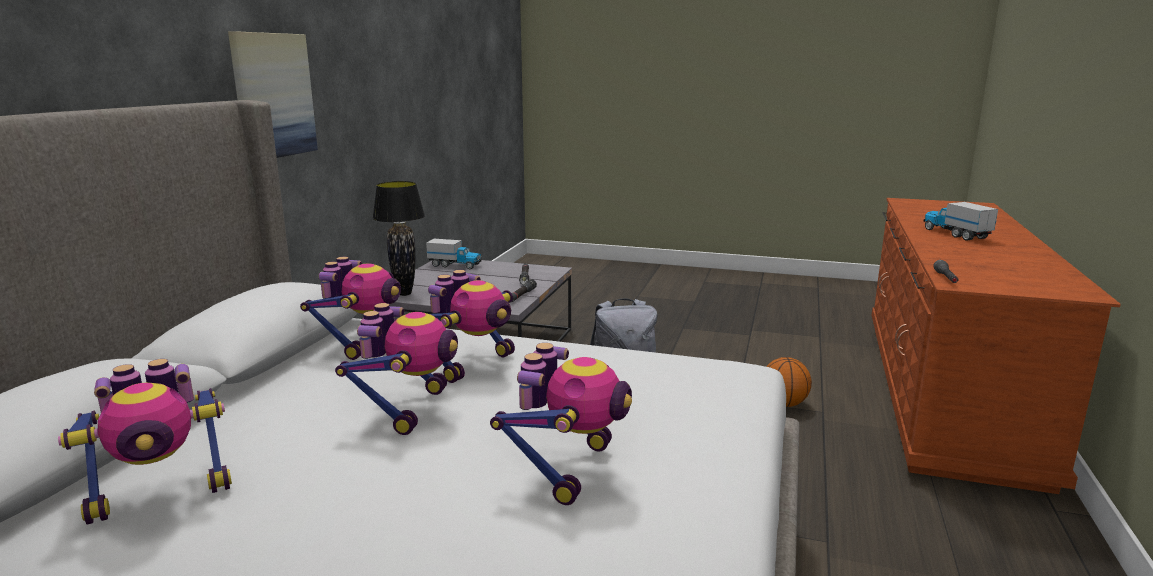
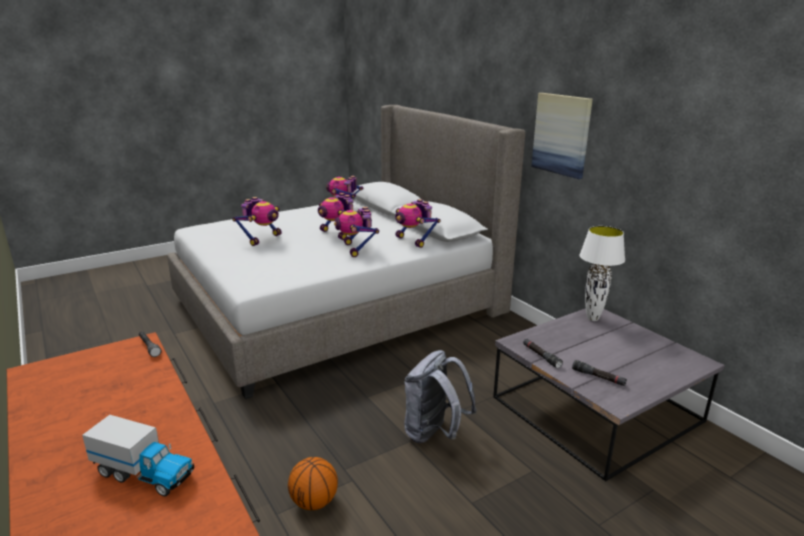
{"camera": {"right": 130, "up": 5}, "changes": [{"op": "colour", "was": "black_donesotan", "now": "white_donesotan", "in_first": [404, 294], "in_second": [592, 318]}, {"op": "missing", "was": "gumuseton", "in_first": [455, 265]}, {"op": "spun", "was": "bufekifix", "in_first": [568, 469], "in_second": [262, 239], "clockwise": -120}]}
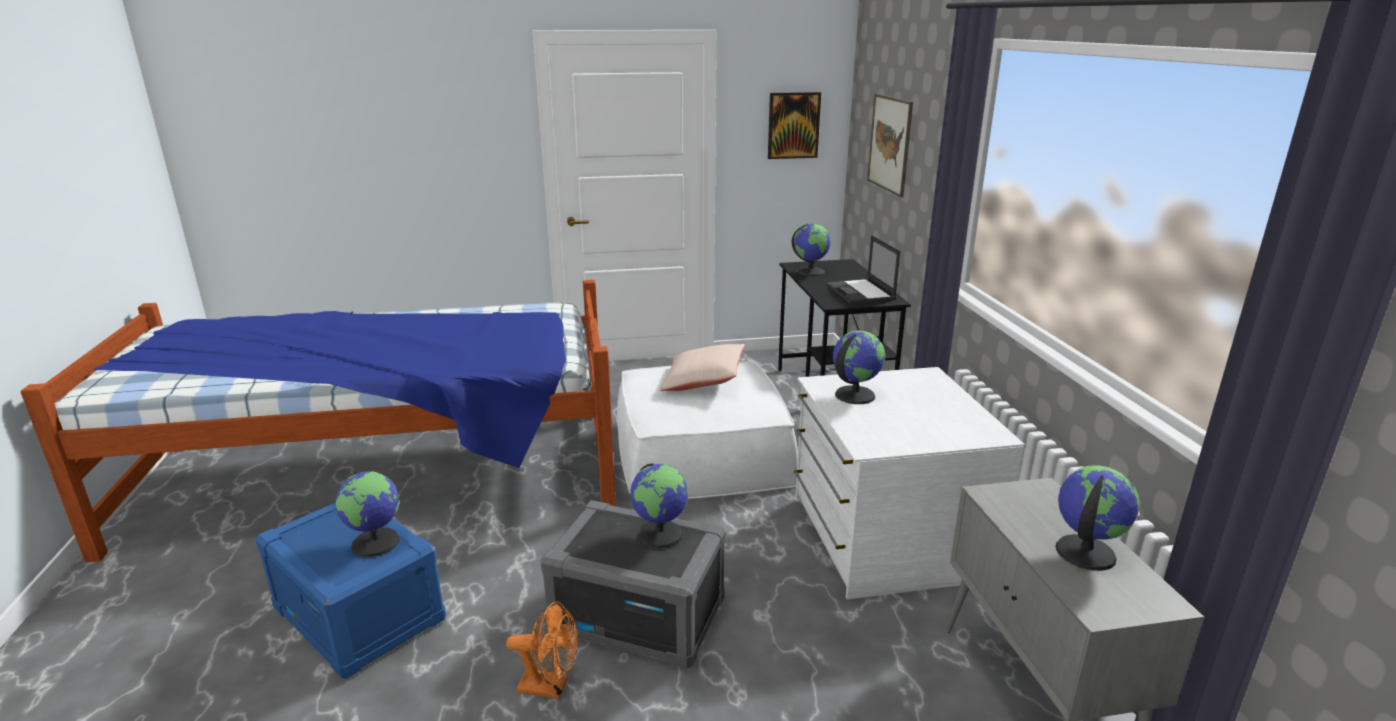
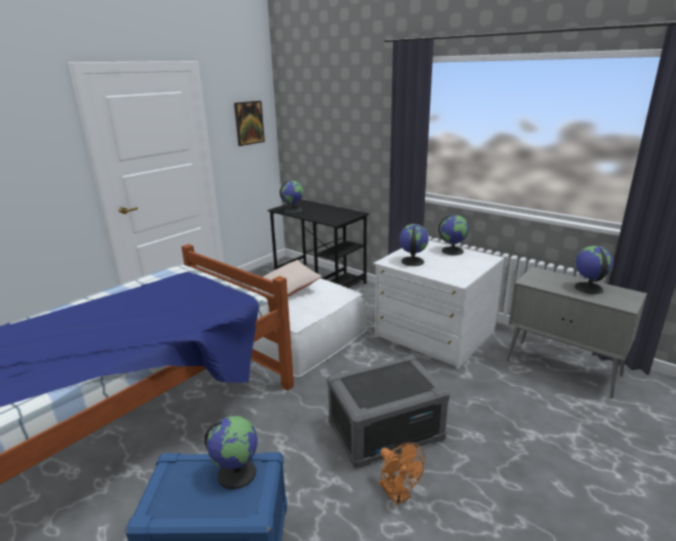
{"camera": {"right": -40, "up": 0}, "changes": [{"op": "spun", "was": "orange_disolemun", "in_first": [550, 687], "in_second": [398, 494], "clockwise": 90}, {"op": "relocated", "was": "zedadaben", "in_first": [660, 534], "in_second": [452, 251]}, {"op": "missing", "was": "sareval", "in_first": [860, 292]}, {"op": "missing", "was": "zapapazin", "in_first": [889, 143]}]}
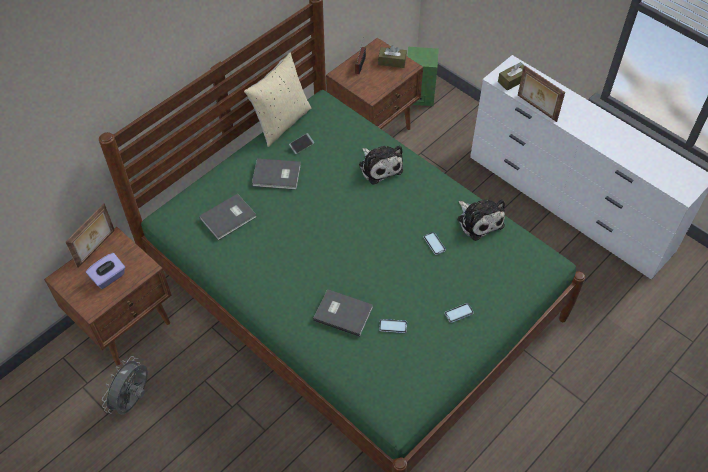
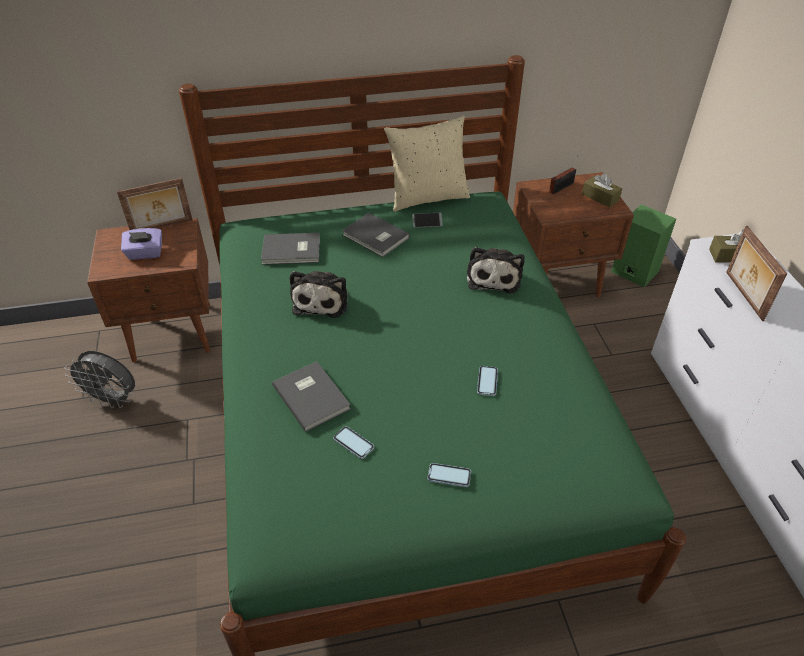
{"camera": {"right": 35, "up": -10}, "changes": [{"op": "spun", "was": "grey_disolemun", "in_first": [133, 400], "in_second": [113, 399], "clockwise": -135}, {"op": "relocated", "was": "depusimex", "in_first": [479, 220], "in_second": [322, 300]}]}
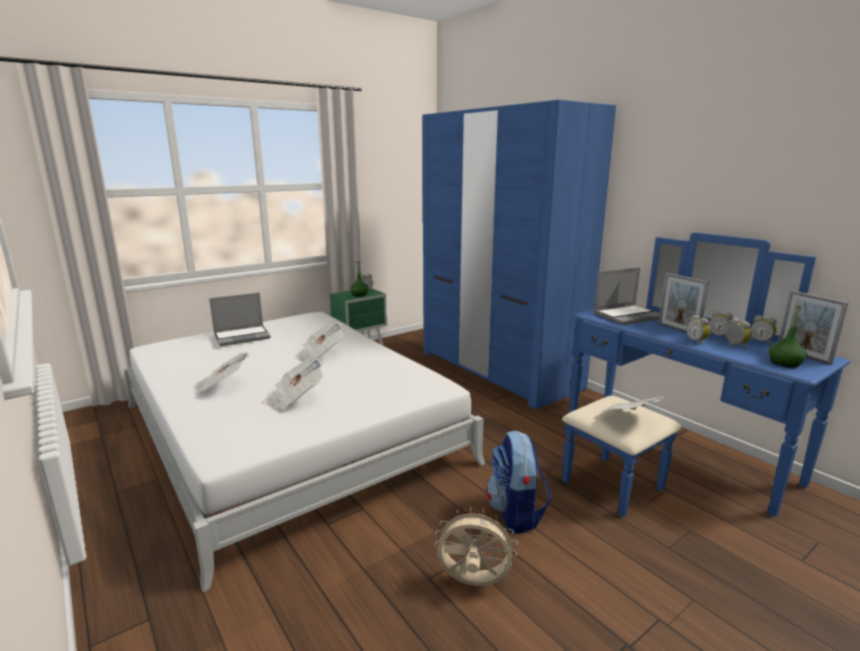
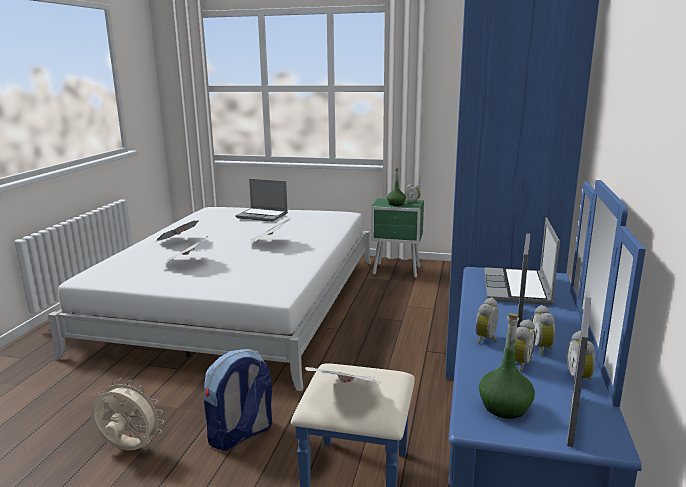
{"camera": {"right": 50, "up": 0}, "changes": [{"op": "spun", "was": "beige_disolemun", "in_first": [473, 583], "in_second": [128, 449], "clockwise": -45}, {"op": "spun", "was": "sareval", "in_first": [628, 316], "in_second": [517, 288], "clockwise": 75}]}
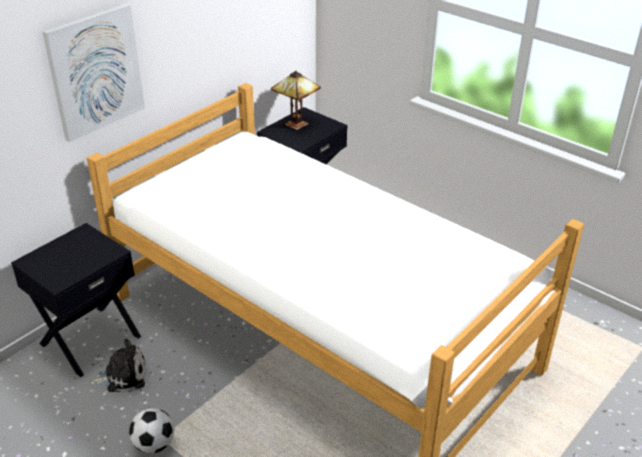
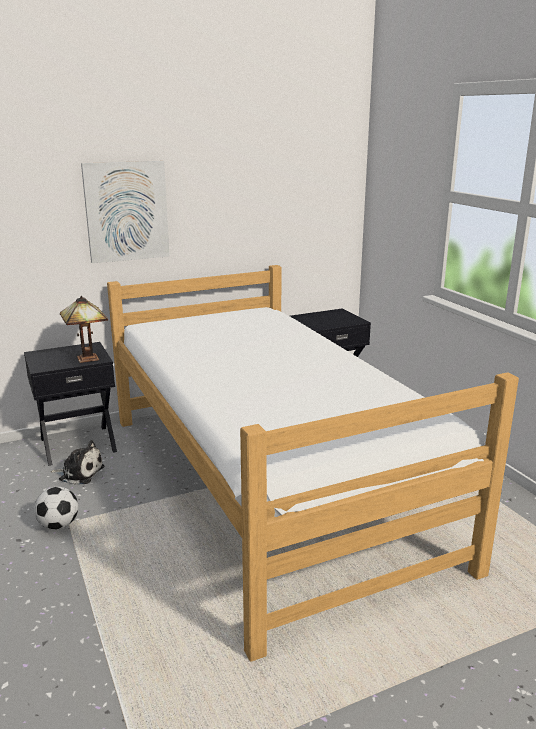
{"camera": {"right": 25, "up": -15}, "changes": [{"op": "relocated", "was": "donesotan", "in_first": [294, 124], "in_second": [86, 358]}]}
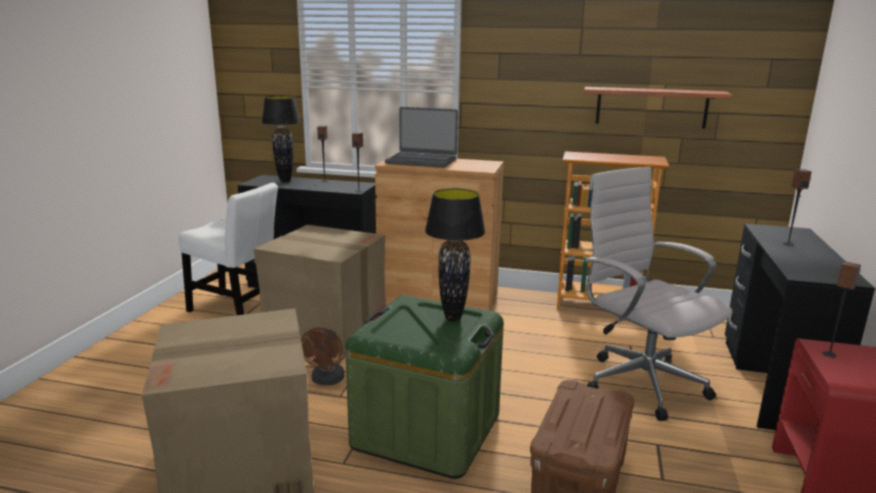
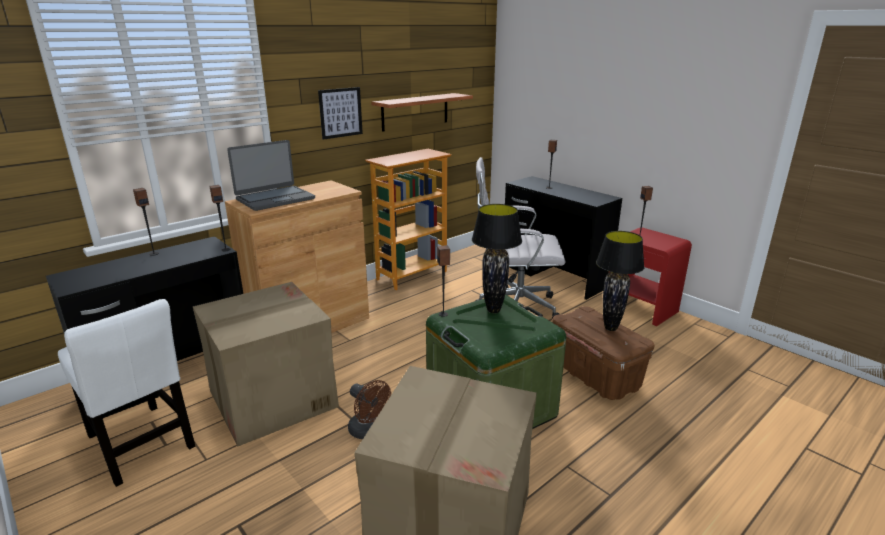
{"camera": {"right": -55, "up": 5}, "changes": [{"op": "spun", "was": "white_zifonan", "in_first": [237, 309], "in_second": [141, 445], "clockwise": 75}, {"op": "relocated", "was": "black_donesotan", "in_first": [285, 181], "in_second": [611, 328]}, {"op": "appeared", "now": "zapapazin", "in_second": [340, 112]}, {"op": "appeared", "now": "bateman", "in_second": [443, 314]}]}
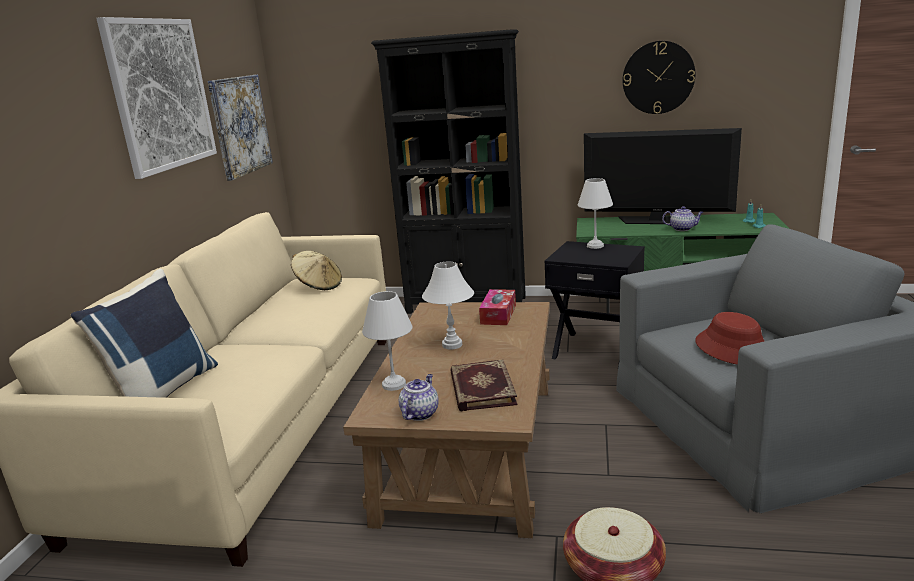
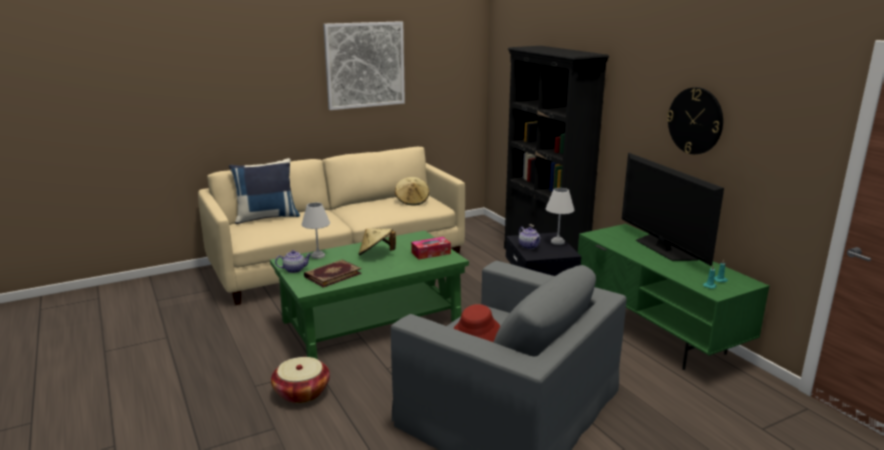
{"camera": {"right": 50, "up": 0}, "changes": [{"op": "missing", "was": "zapapazin", "in_first": [240, 125]}, {"op": "colour", "was": "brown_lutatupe", "now": "green_lutatupe", "in_first": [470, 448], "in_second": [372, 321]}, {"op": "exchanged", "was": "white_donesotan", "now": "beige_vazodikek", "in_first": [451, 345], "in_second": [376, 254]}, {"op": "relocated", "was": "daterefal", "in_first": [682, 229], "in_second": [529, 246]}]}
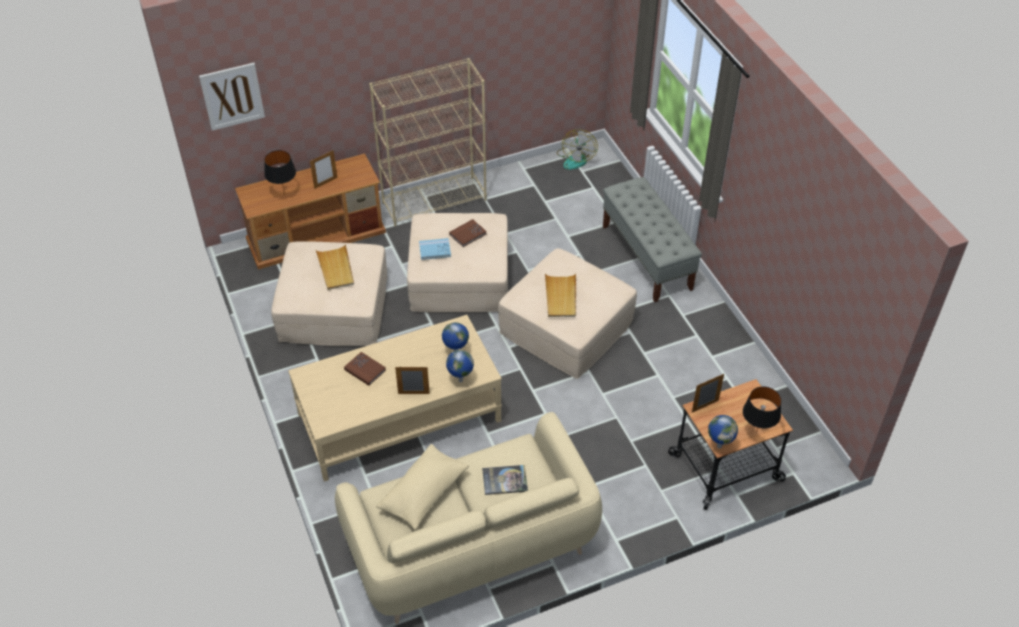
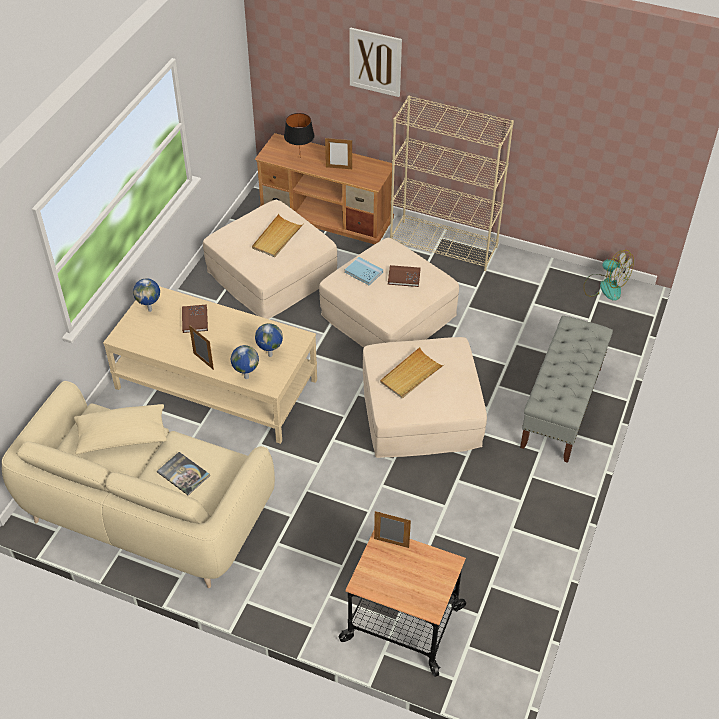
{"camera": {"right": 45, "up": 0}, "changes": [{"op": "relocated", "was": "zapapazin", "in_first": [232, 96], "in_second": [375, 62]}, {"op": "spun", "was": "disolemun", "in_first": [576, 158], "in_second": [605, 286], "clockwise": -105}, {"op": "relocated", "was": "zedadaben", "in_first": [719, 445], "in_second": [150, 309]}, {"op": "missing", "was": "black_donesotan", "in_first": [756, 433]}]}
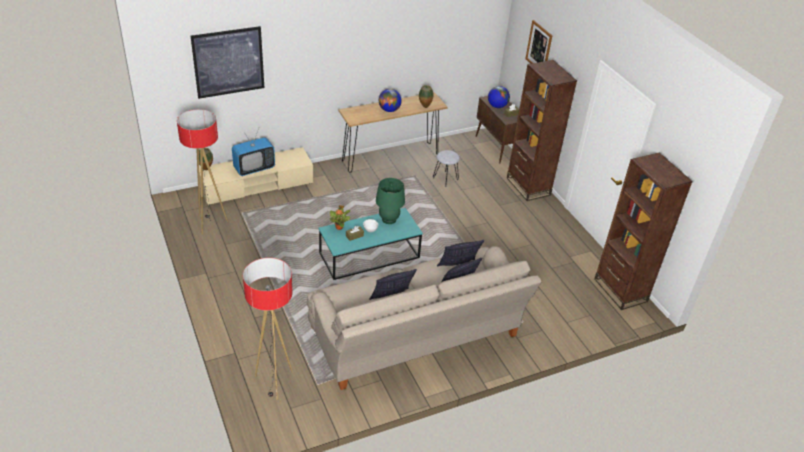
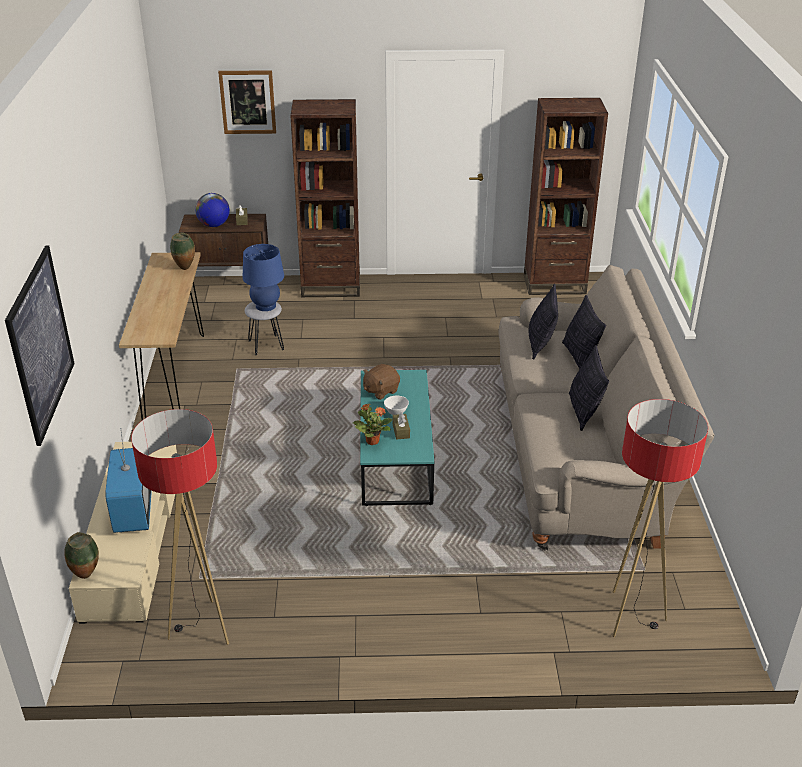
{"camera": {"right": -65, "up": -5}, "changes": [{"op": "exchanged", "was": "green_donesotan", "now": "brown_depusimex", "in_first": [389, 219], "in_second": [380, 391]}, {"op": "missing", "was": "zedadaben", "in_first": [389, 110]}, {"op": "appeared", "now": "blue_donesotan", "in_second": [265, 306]}]}
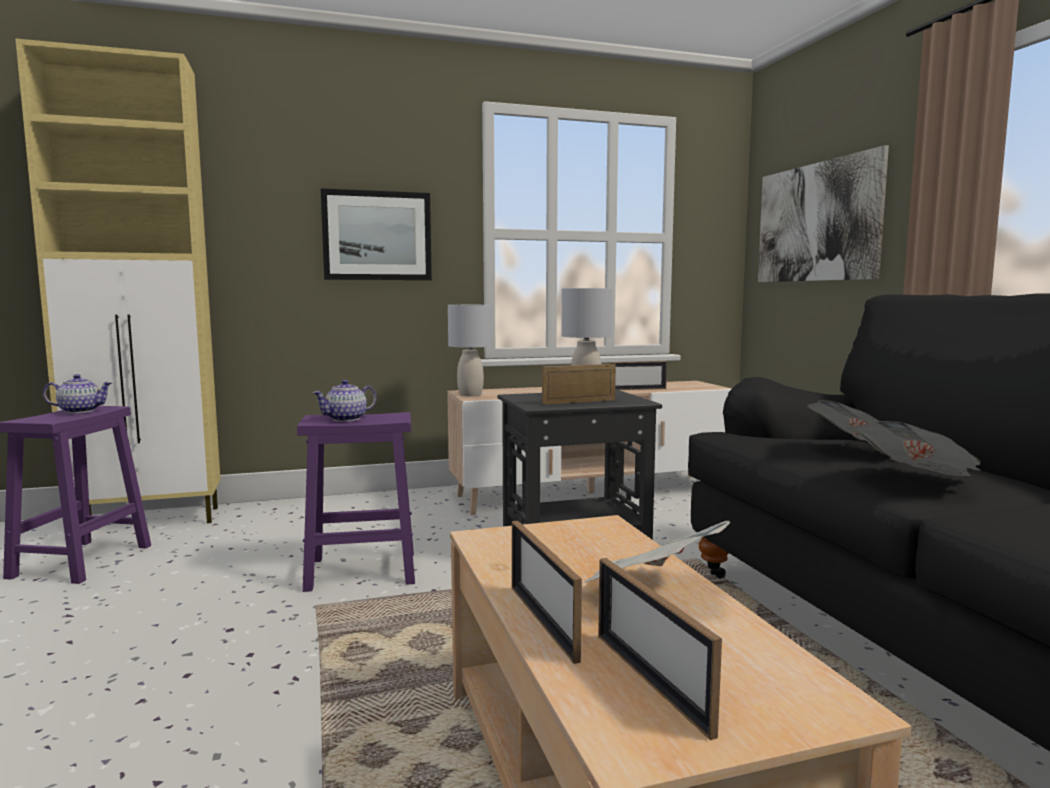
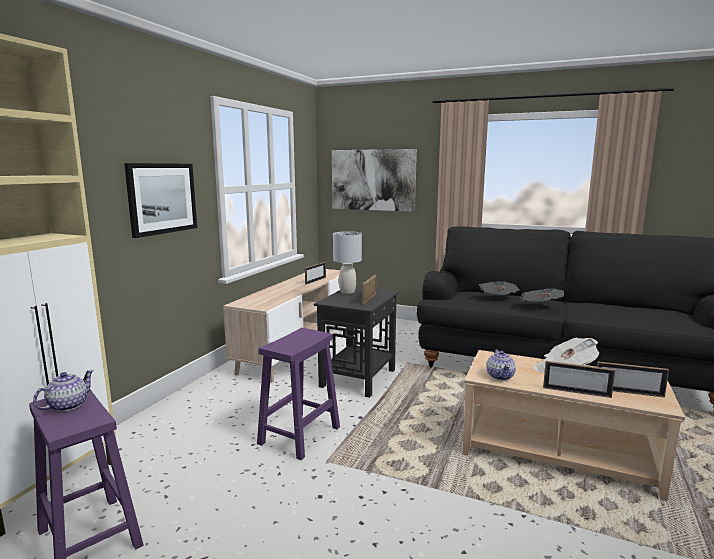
{"camera": {"right": -50, "up": 5}, "changes": [{"op": "relocated", "was": "daterefal", "in_first": [347, 419], "in_second": [500, 376]}, {"op": "missing", "was": "grey_donesotan", "in_first": [470, 395]}]}
